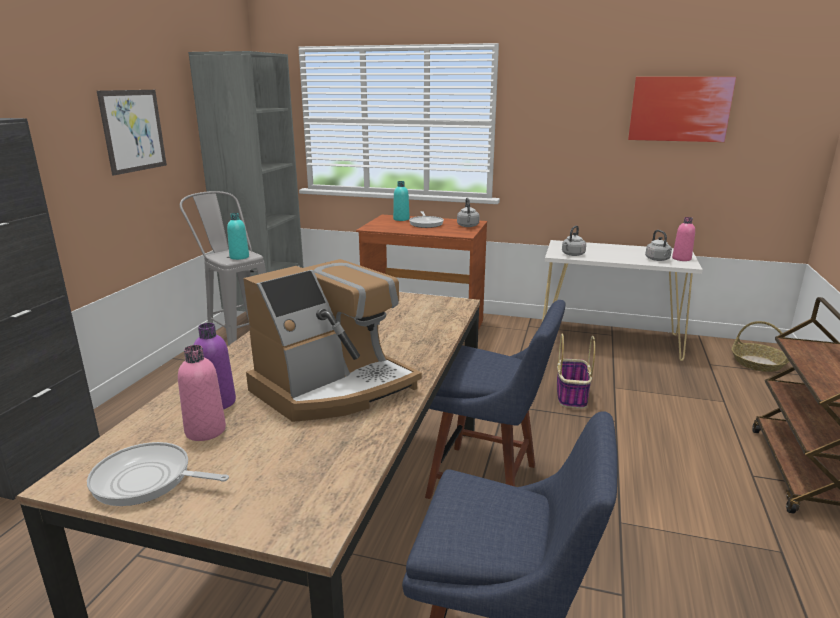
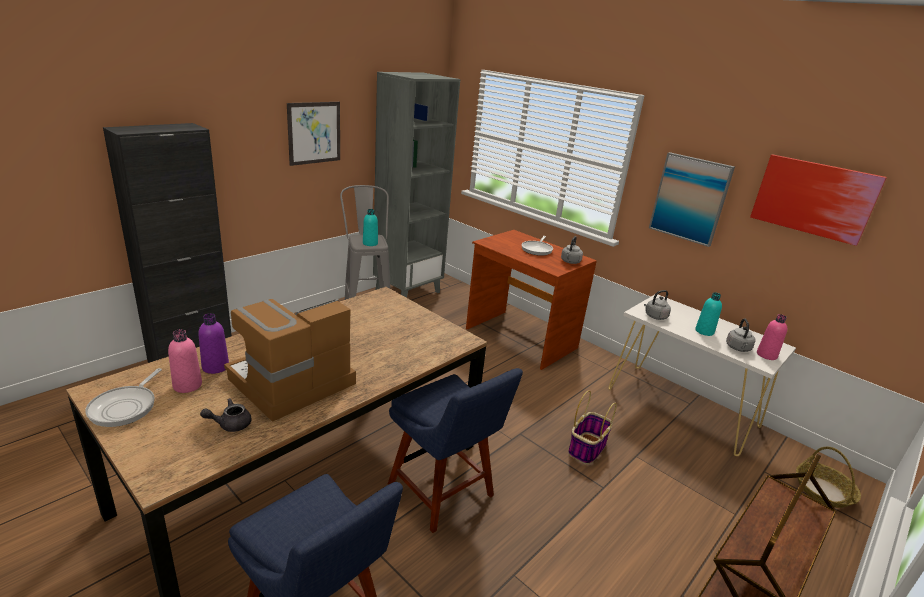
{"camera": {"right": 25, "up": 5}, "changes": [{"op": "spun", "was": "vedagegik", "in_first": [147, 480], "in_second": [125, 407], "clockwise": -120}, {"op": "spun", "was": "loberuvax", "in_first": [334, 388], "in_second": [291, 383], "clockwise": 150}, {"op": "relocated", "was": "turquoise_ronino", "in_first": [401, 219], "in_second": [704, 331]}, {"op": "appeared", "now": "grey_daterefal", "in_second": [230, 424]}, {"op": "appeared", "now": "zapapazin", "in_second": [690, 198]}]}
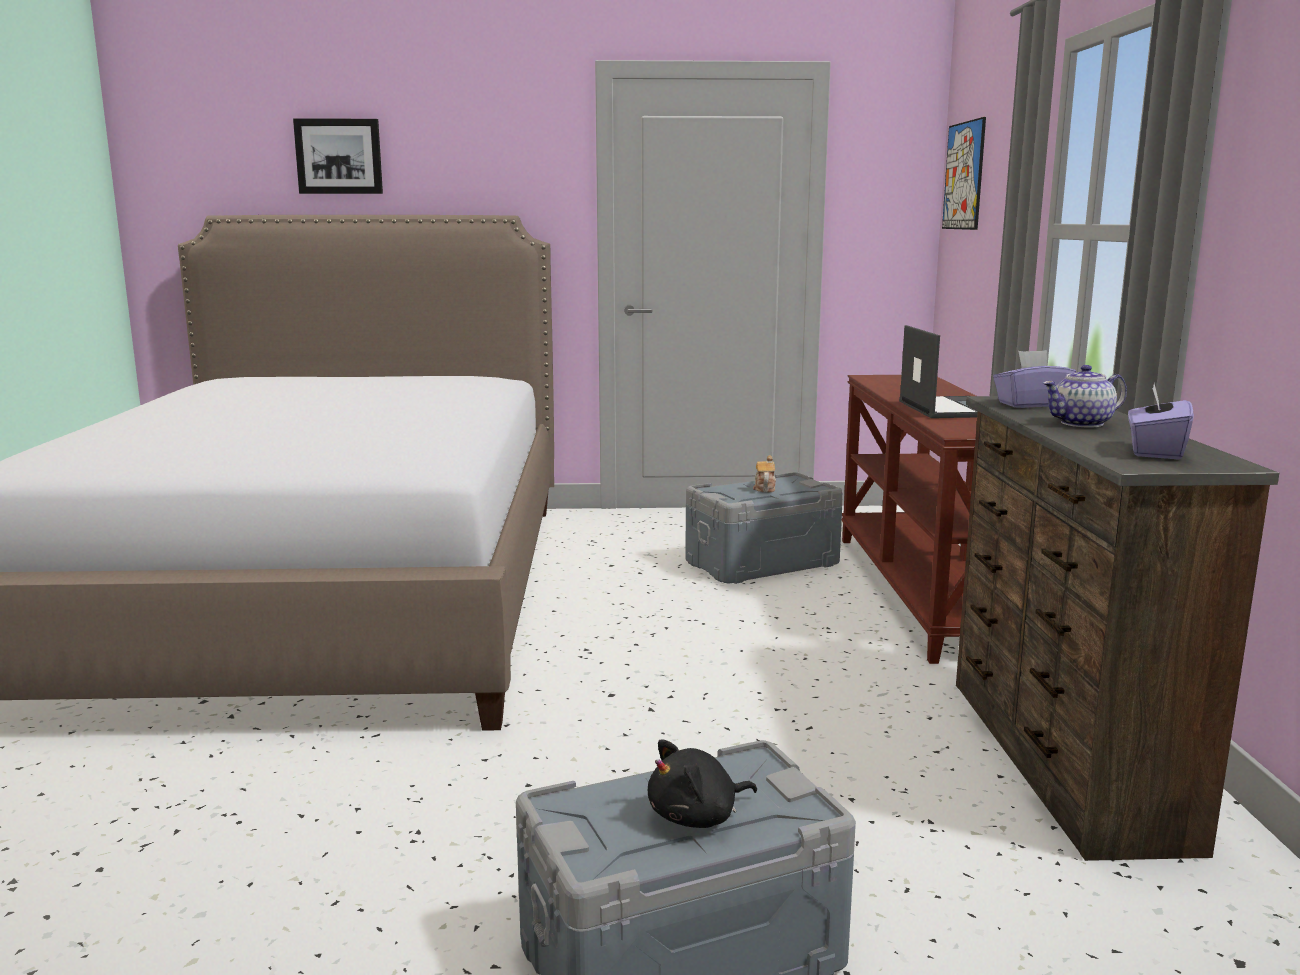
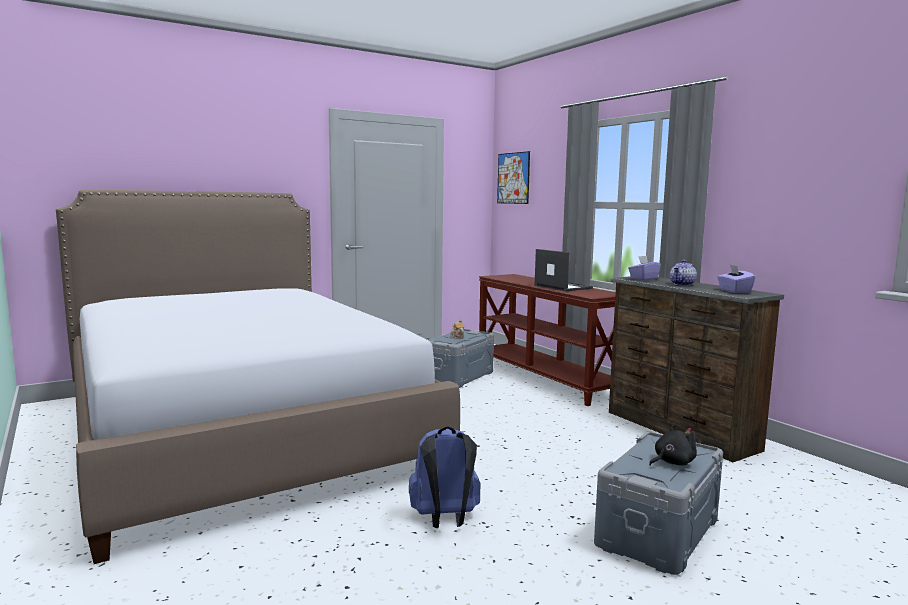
{"camera": {"right": -30, "up": -5}, "changes": [{"op": "missing", "was": "zapapazin", "in_first": [339, 156]}, {"op": "spun", "was": "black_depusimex", "in_first": [697, 817], "in_second": [672, 462], "clockwise": -150}, {"op": "appeared", "now": "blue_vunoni", "in_second": [445, 520]}]}
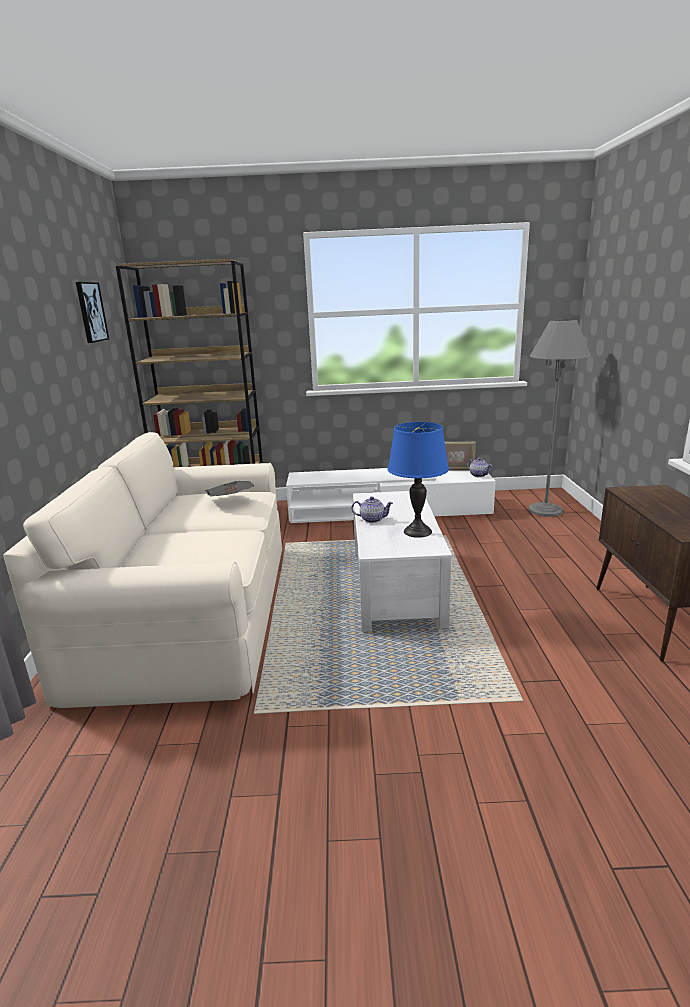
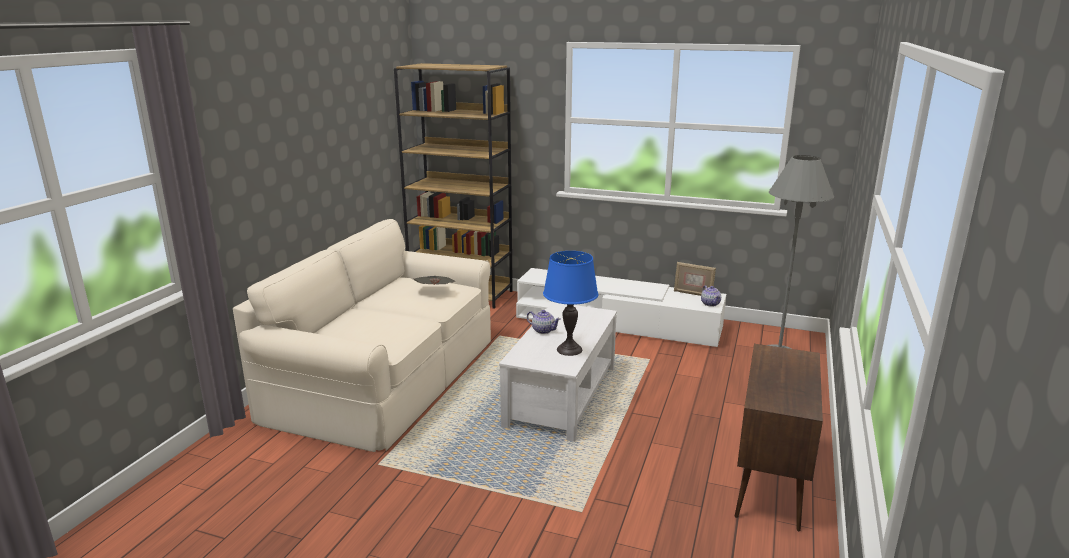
{"camera": {"right": 20, "up": 0}, "changes": [{"op": "missing", "was": "zapapazin", "in_first": [91, 312]}]}
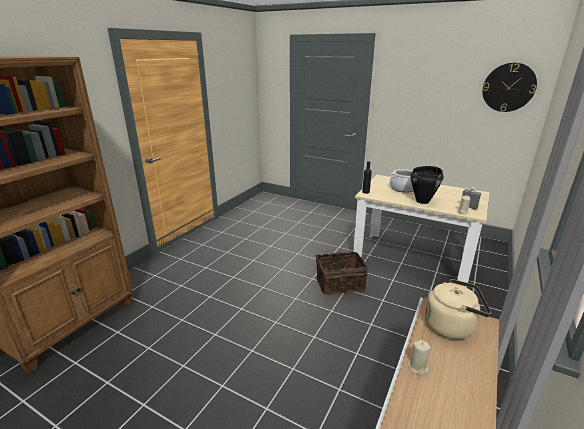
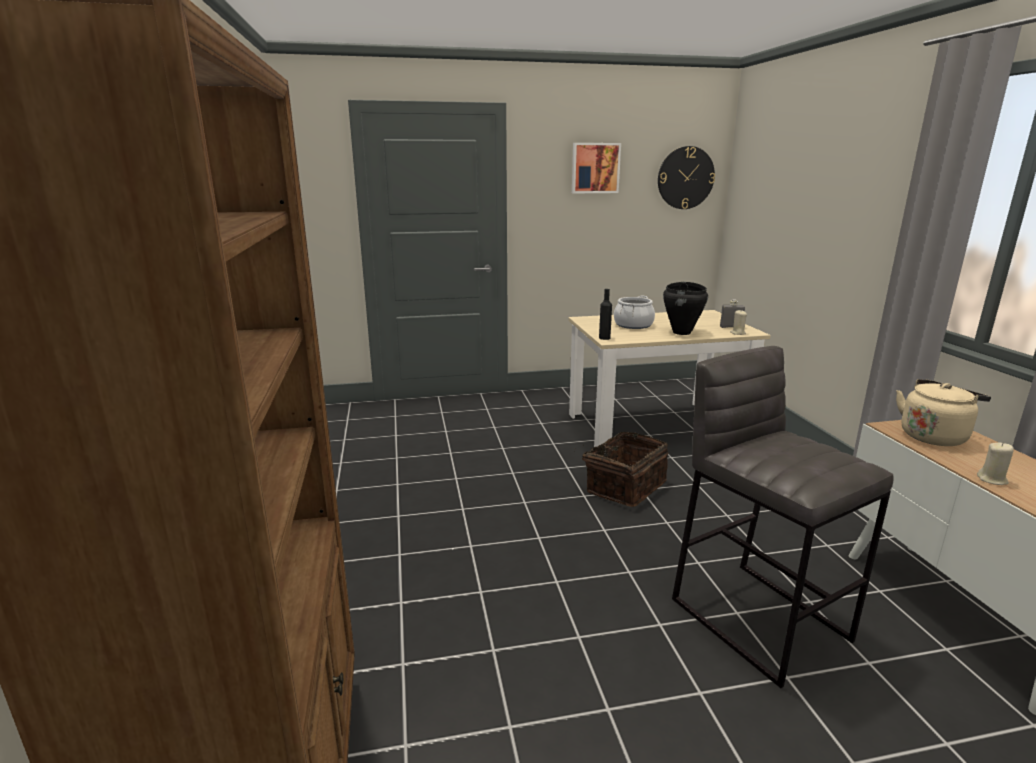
{"camera": {"right": -40, "up": -5}, "changes": [{"op": "appeared", "now": "zapapazin", "in_second": [595, 168]}, {"op": "appeared", "now": "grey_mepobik", "in_second": [759, 617]}]}
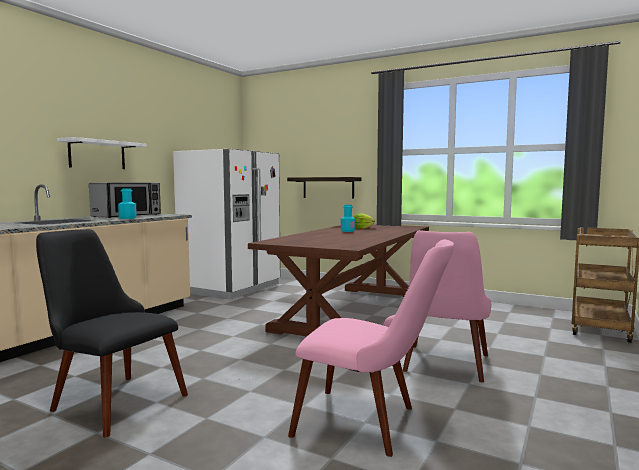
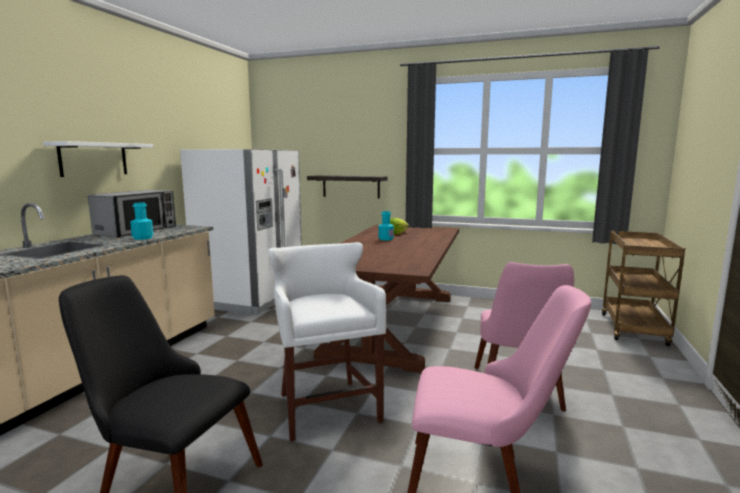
{"camera": {"right": -10, "up": 5}, "changes": [{"op": "appeared", "now": "white_mepobik", "in_second": [326, 406]}]}
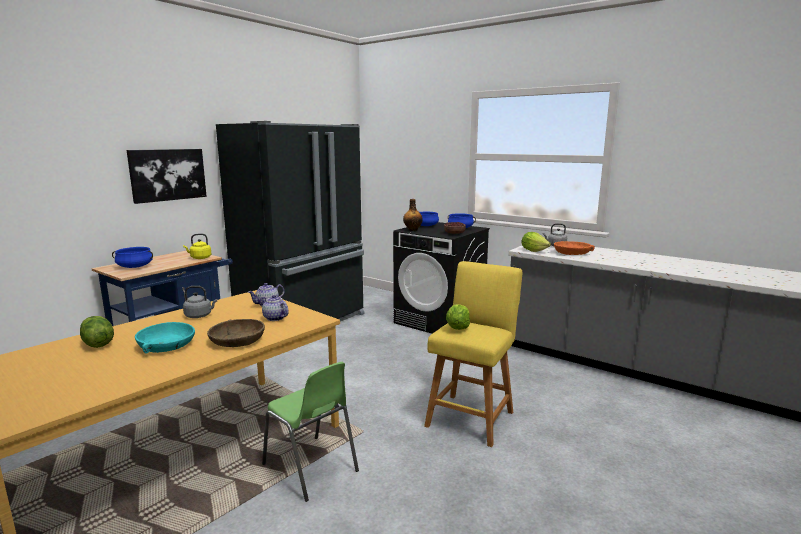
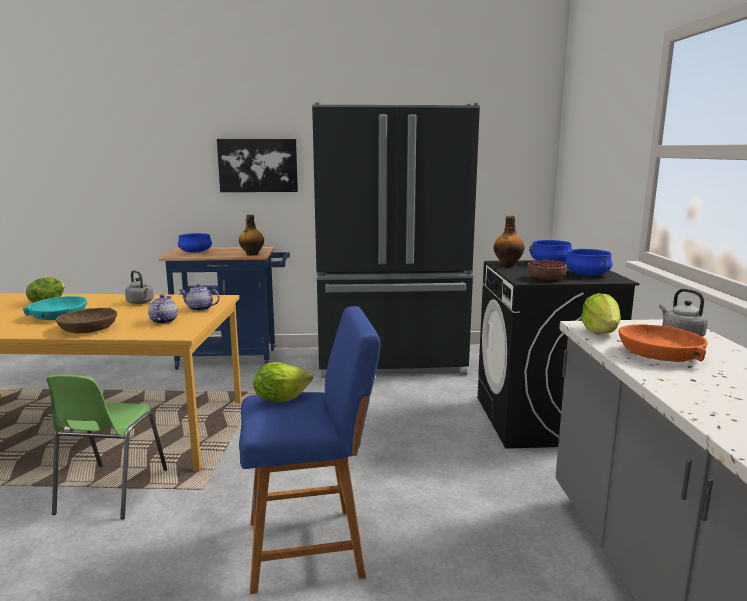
{"camera": {"right": 50, "up": 0}, "changes": [{"op": "exchanged", "was": "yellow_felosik", "now": "ronino", "in_first": [199, 258], "in_second": [252, 254]}, {"op": "colour", "was": "yellow_mepobik", "now": "blue_mepobik", "in_first": [471, 417], "in_second": [312, 547]}]}
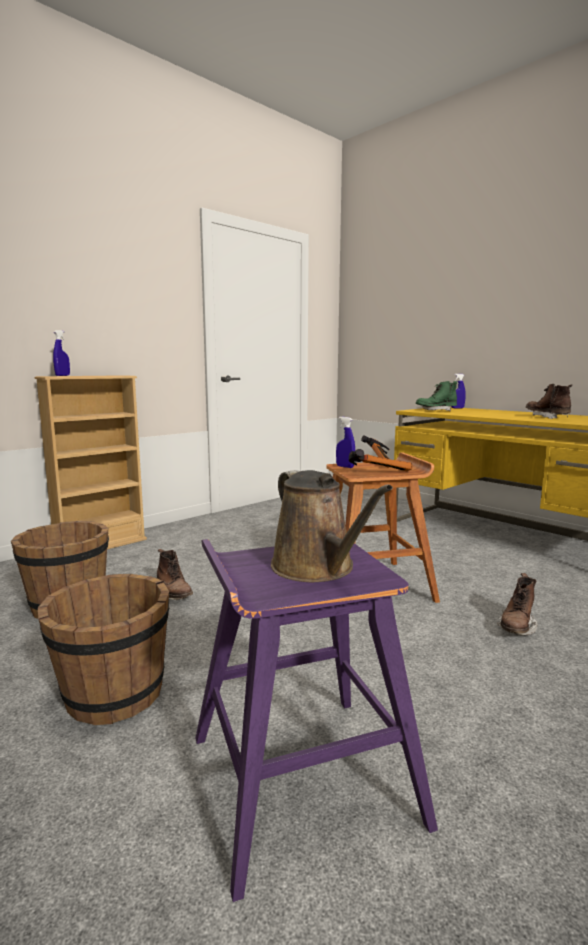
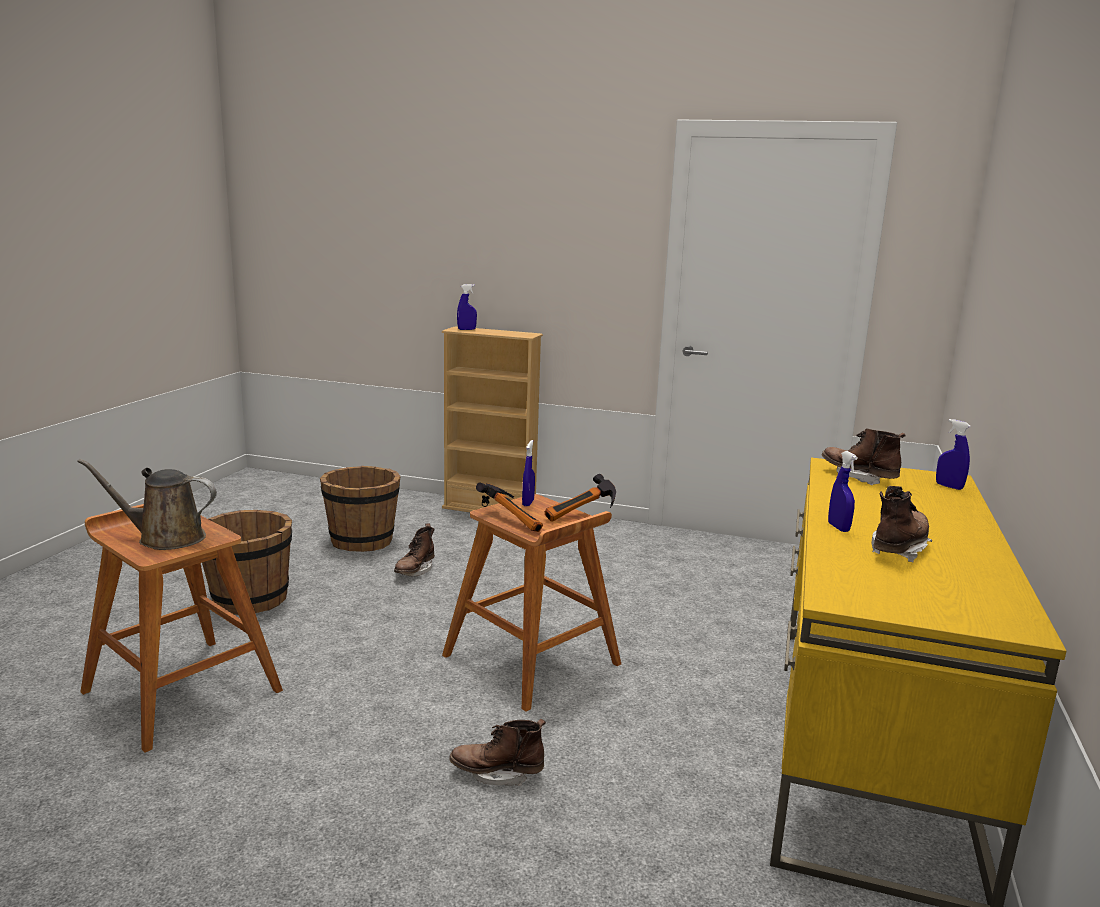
{"camera": {"right": 60, "up": 5}, "changes": [{"op": "colour", "was": "purple_mepobik", "now": "brown_mepobik", "in_first": [300, 779], "in_second": [181, 690]}, {"op": "spun", "was": "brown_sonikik", "in_first": [317, 568], "in_second": [165, 538], "clockwise": 60}, {"op": "colour", "was": "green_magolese", "now": "brown_magolese", "in_first": [436, 410], "in_second": [858, 477]}, {"op": "appeared", "now": "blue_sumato", "in_second": [838, 528]}]}
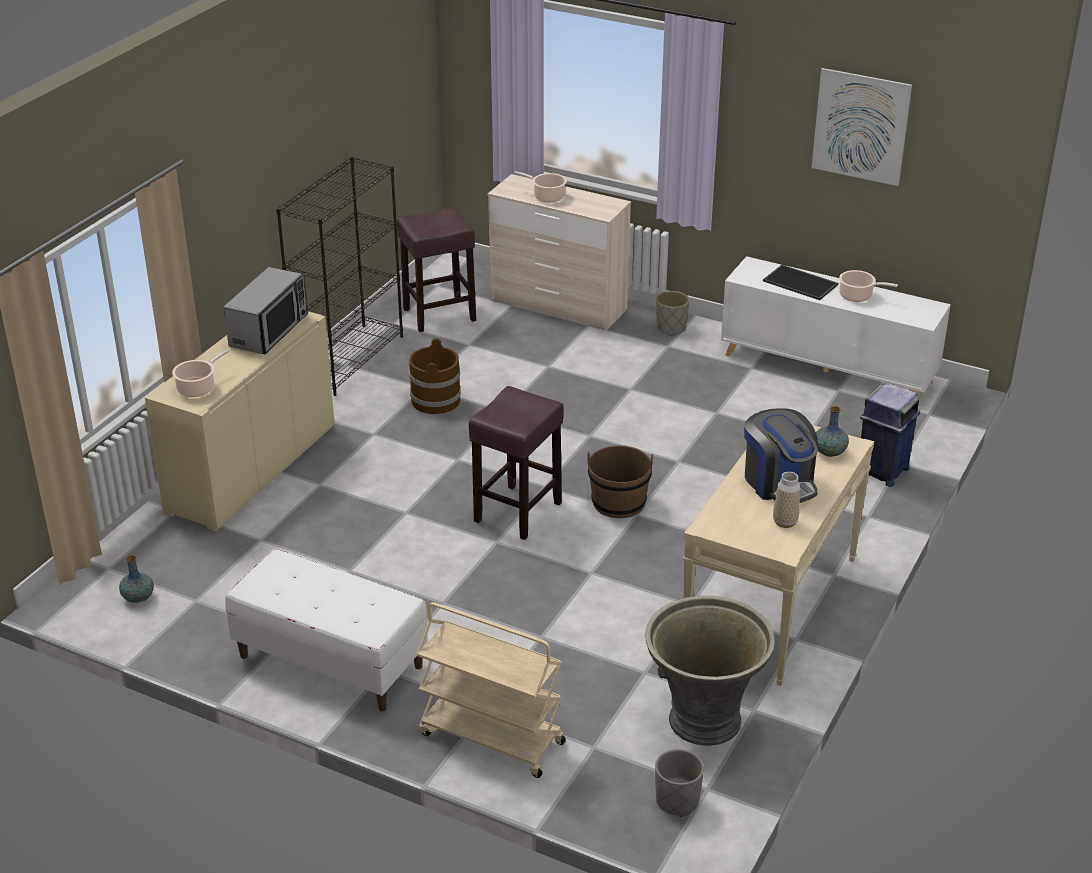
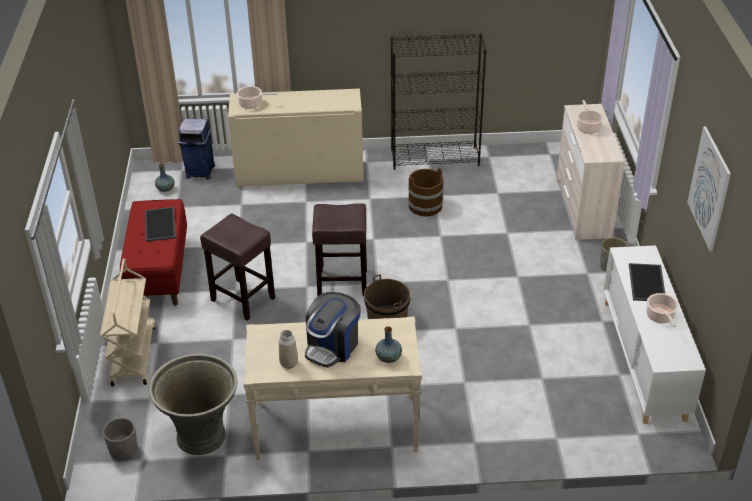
{"camera": {"right": 60, "up": 5}, "changes": [{"op": "missing", "was": "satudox", "in_first": [269, 331]}, {"op": "colour", "was": "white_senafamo", "now": "red_senafamo", "in_first": [330, 661], "in_second": [158, 272]}, {"op": "relocated", "was": "brown_mepobik", "in_first": [438, 315], "in_second": [242, 299]}, {"op": "relocated", "was": "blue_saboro", "in_first": [882, 471], "in_second": [200, 171]}, {"op": "appeared", "now": "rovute", "in_second": [161, 224]}]}
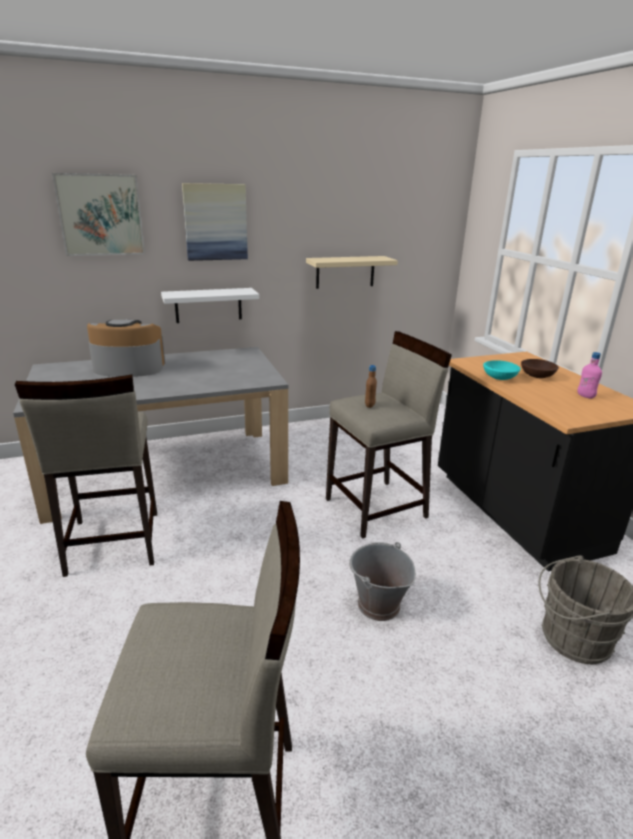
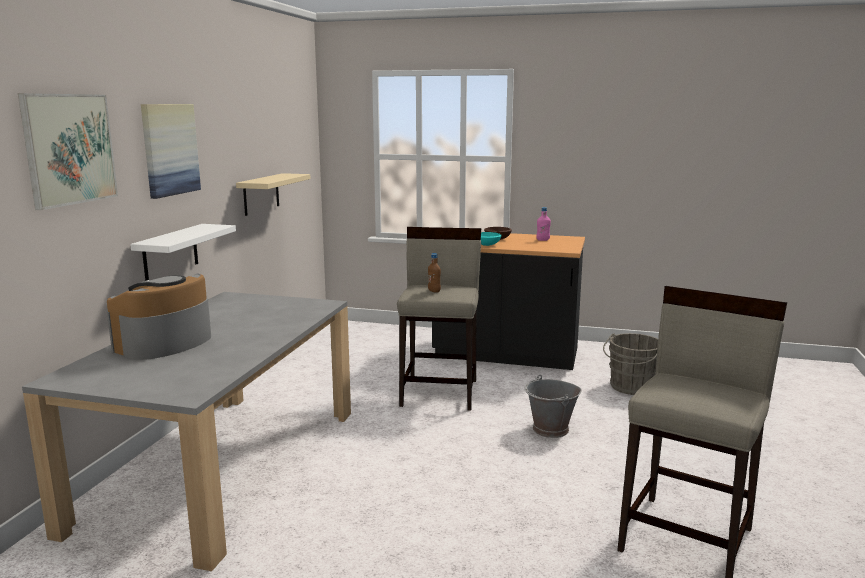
{"camera": {"right": -55, "up": -10}, "changes": [{"op": "missing", "was": "beige_mepobik", "in_first": [113, 543]}]}
